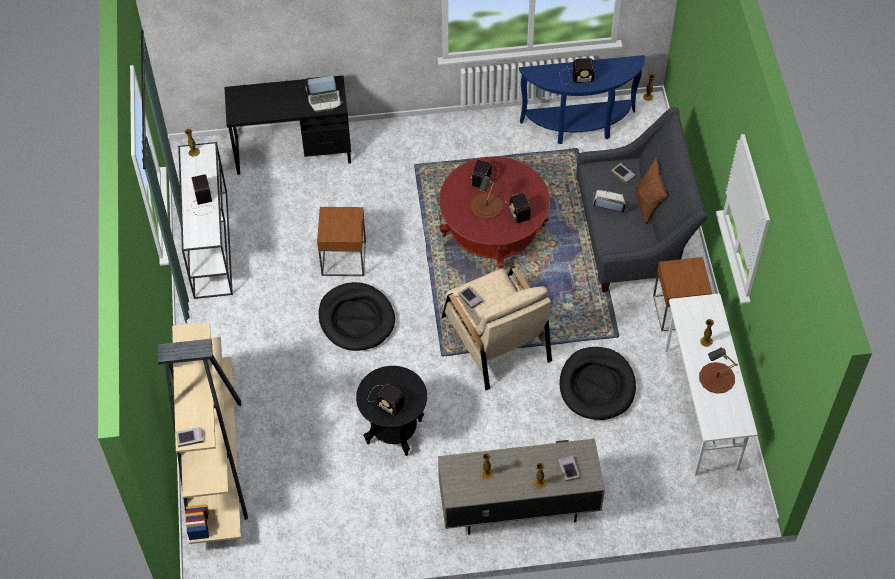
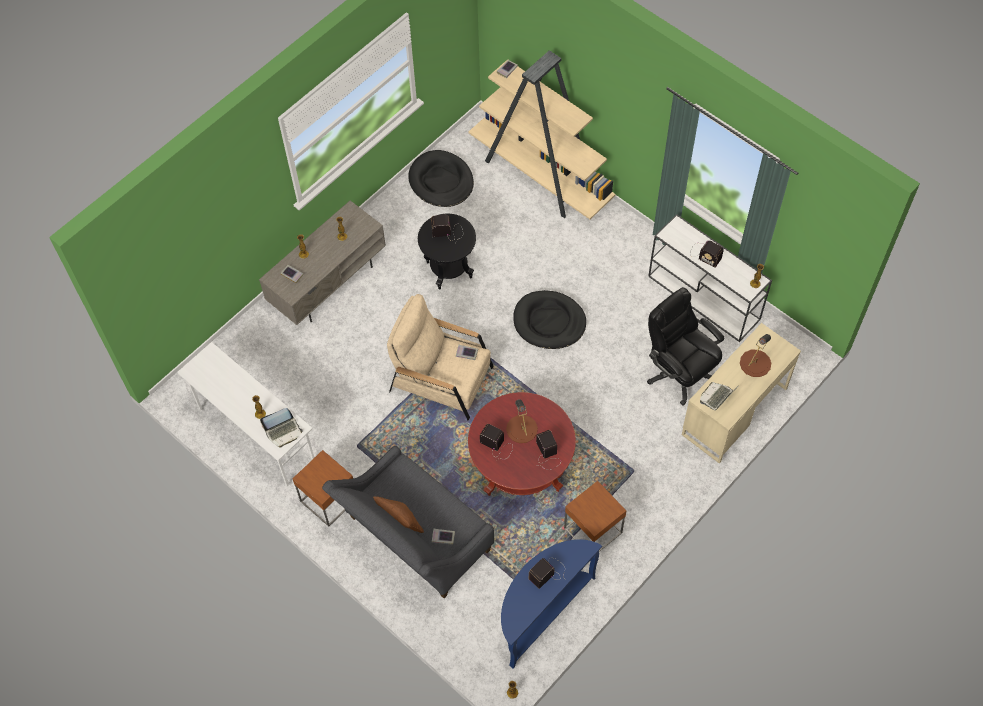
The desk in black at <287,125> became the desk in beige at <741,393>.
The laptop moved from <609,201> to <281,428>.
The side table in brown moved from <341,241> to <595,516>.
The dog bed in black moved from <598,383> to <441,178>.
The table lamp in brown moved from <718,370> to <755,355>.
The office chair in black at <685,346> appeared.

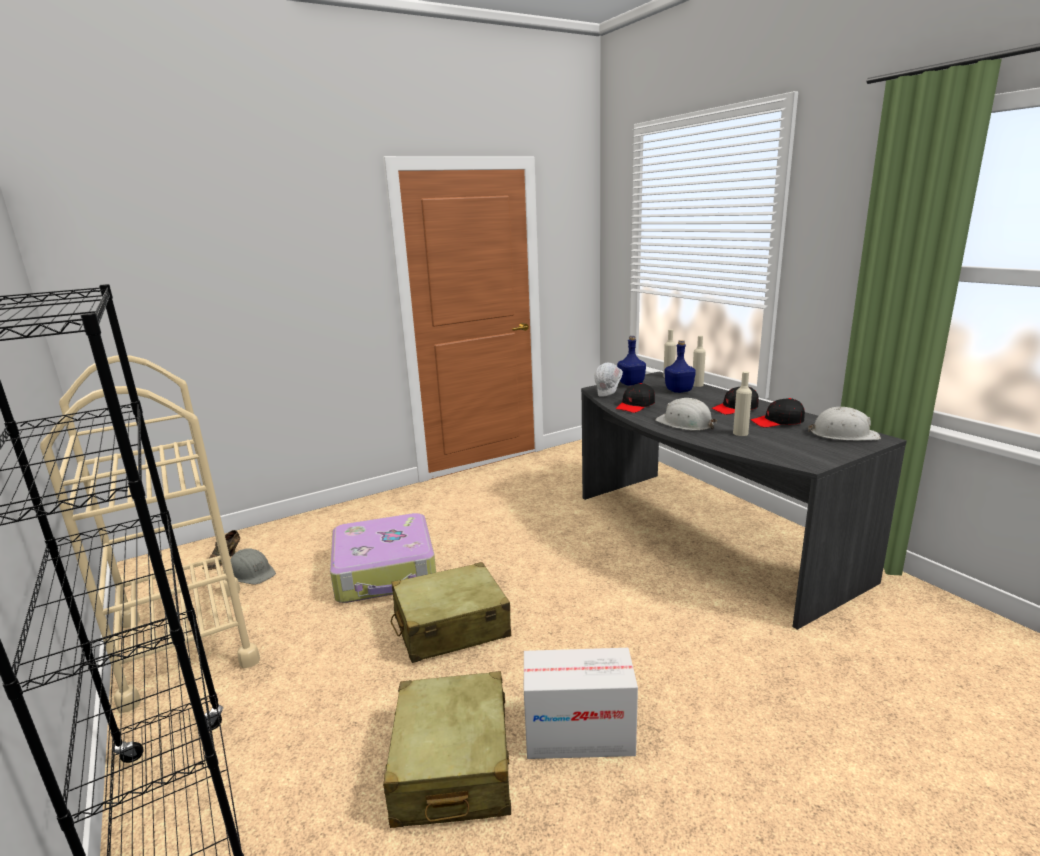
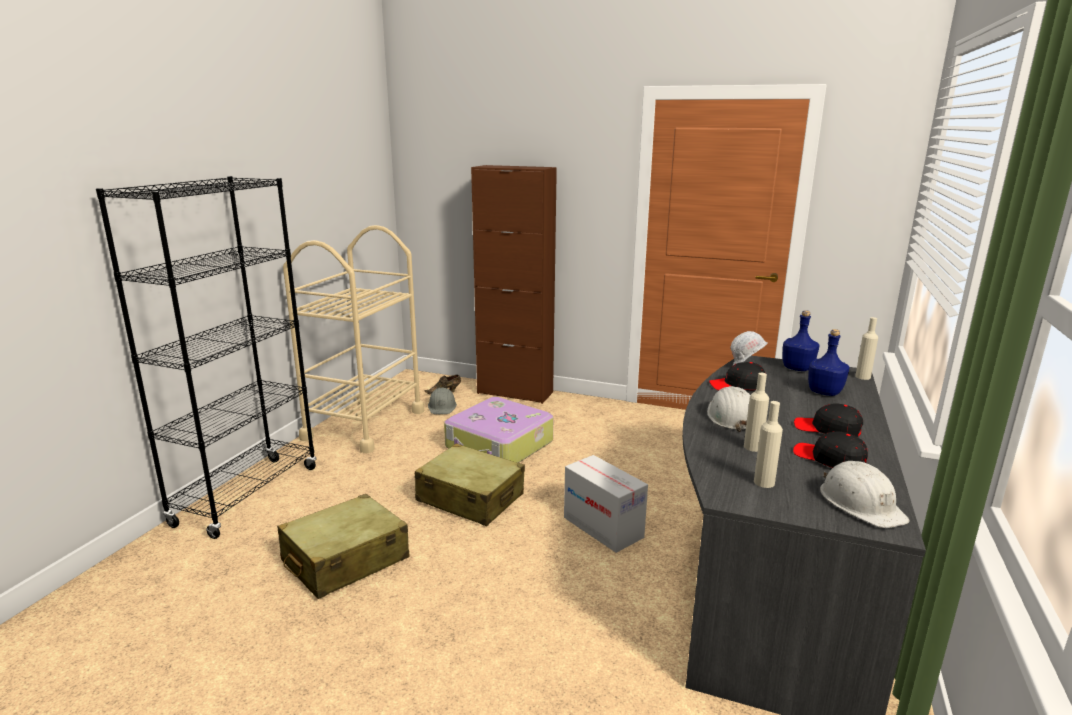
The bottle in beige moved from <699,361> to <768,444>.
The cardboard box moved from <581,703> to <606,504>.
The cabinet in brown at <514,284> appeared.

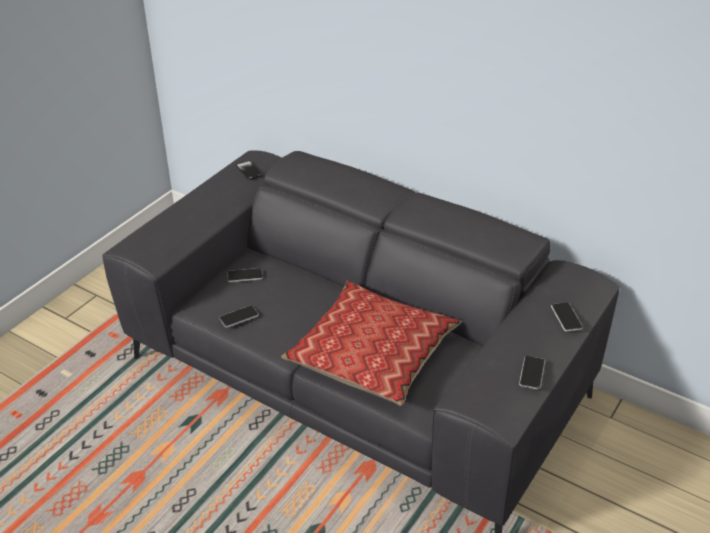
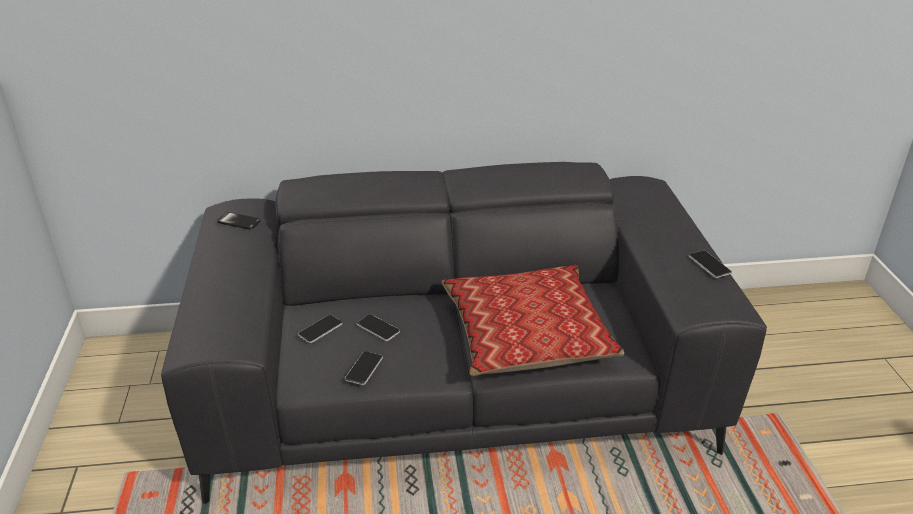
The phone moved from <567,317> to <378,327>.

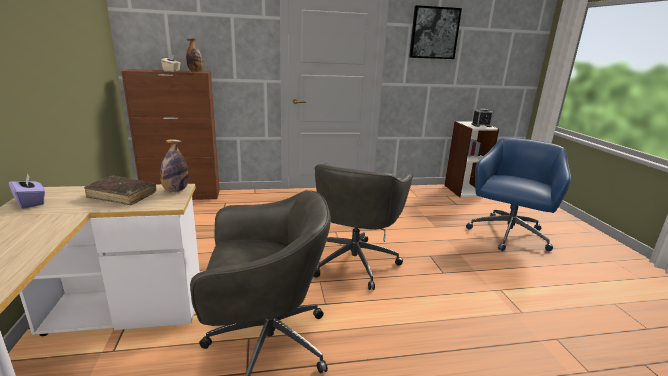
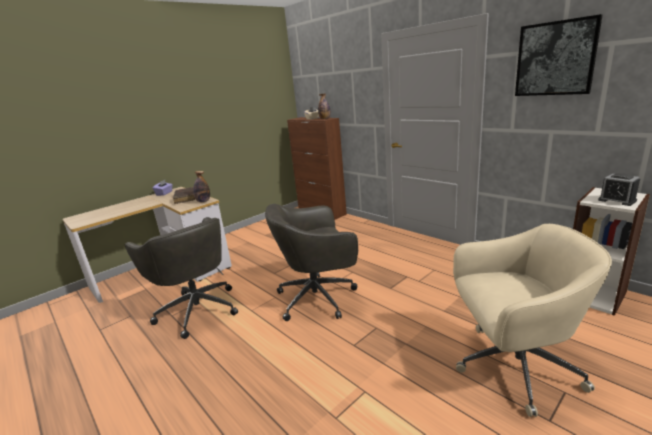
The office chair in blue at <518,194> became the office chair in beige at <532,320>.

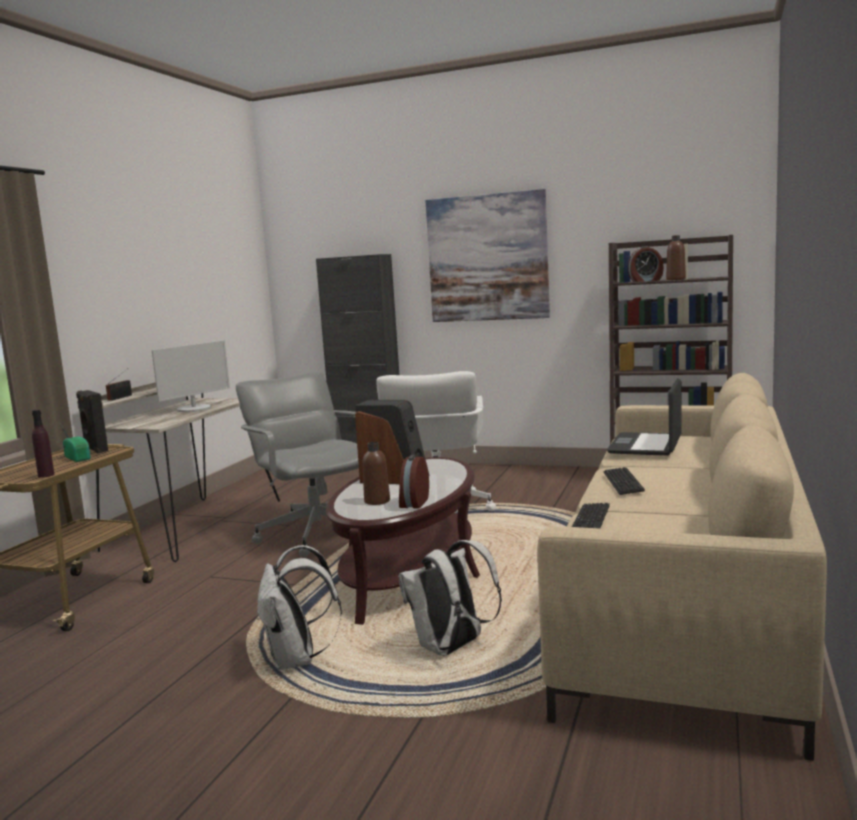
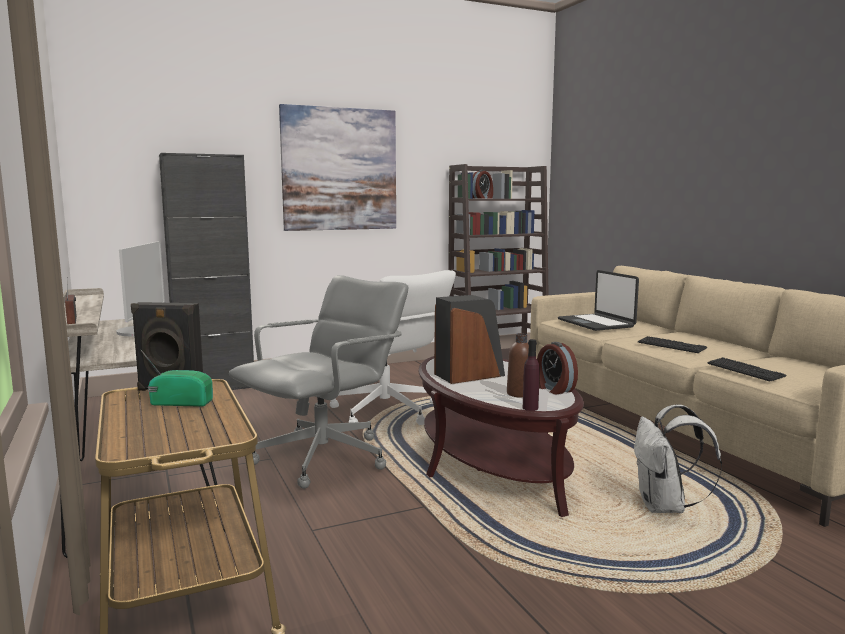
The bottle in brown at <676,257> disappeared.
The office chair in grey at <297,464> turned 120 degrees clockwise.
The bottle in purple moved from <43,444> to <531,375>.
The backpack in white at <299,607> disappeared.

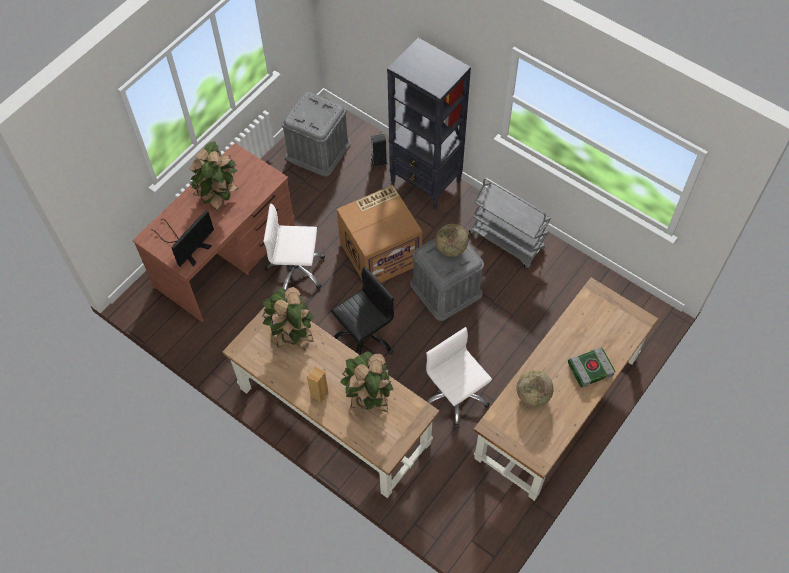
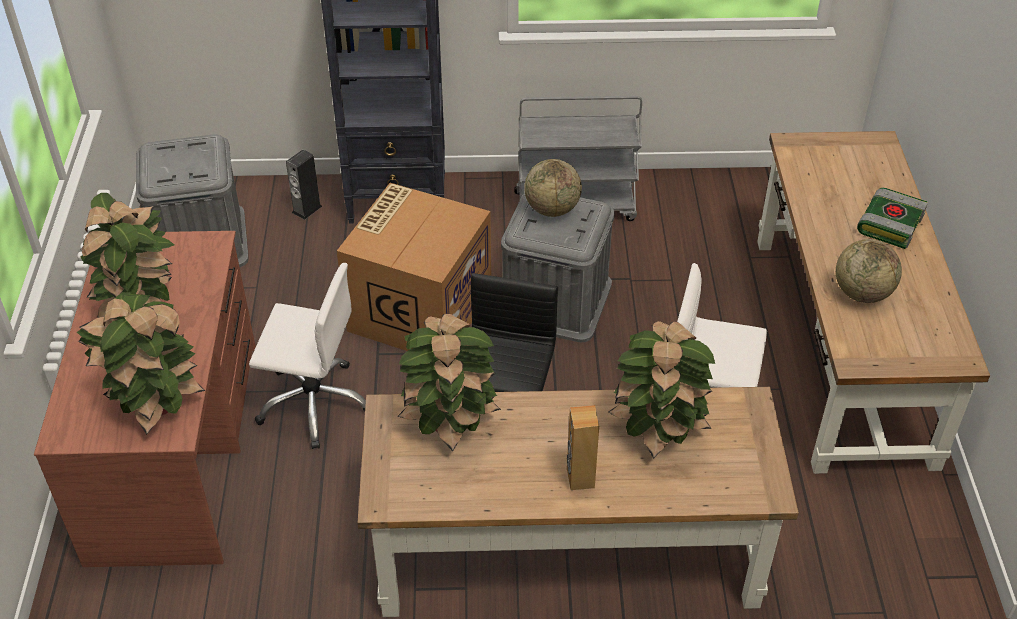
The office chair in white at <294,246> turned 135 degrees counterclockwise.
The monitor at <182,238> was replaced by the potted plant at <141,363>.

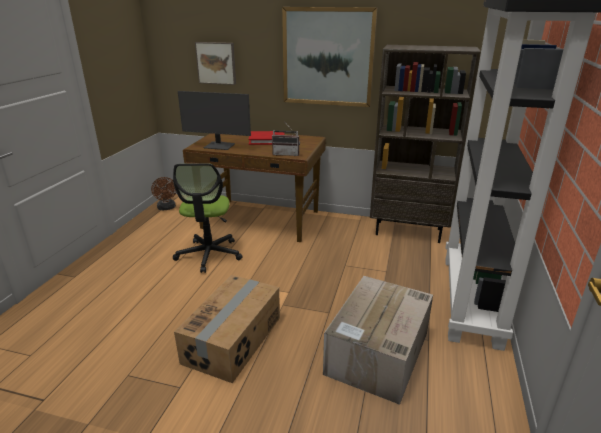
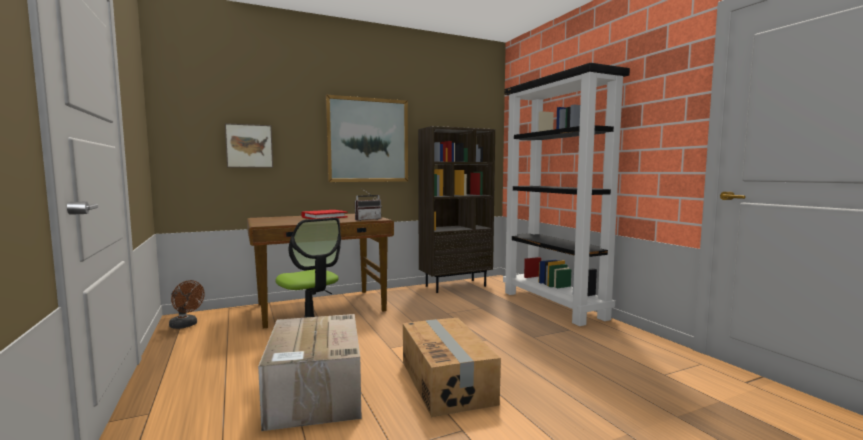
The monitor at <214,120> disappeared.
The cardboard box moved from <378,340> to <309,372>.

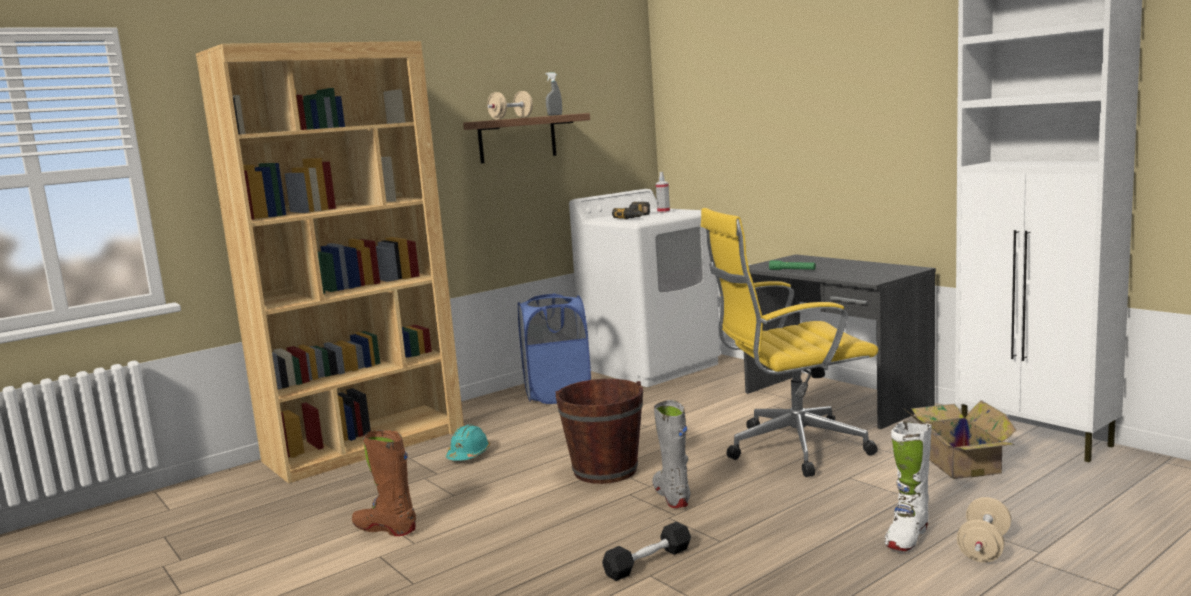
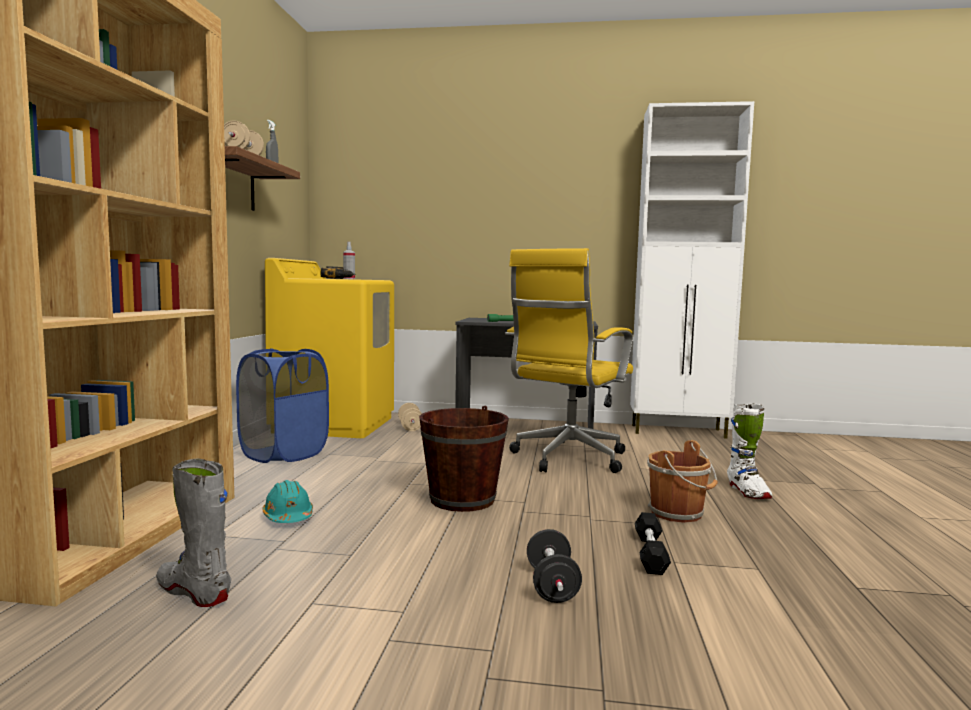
The washing machine in white at <645,288> became the washing machine in yellow at <329,348>.
The boot in grey moved from <671,454> to <193,533>.
The cardboard box at <959,439> disappeared.
The boot in brown at <384,483> disappeared.
The dumbbell in beige moved from <984,530> to <410,417>.
The bucket in brown at <682,481> appeared.
The dumbbell in black at <554,566> appeared.

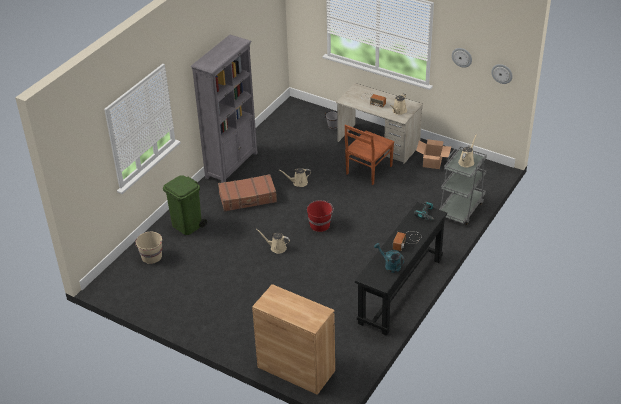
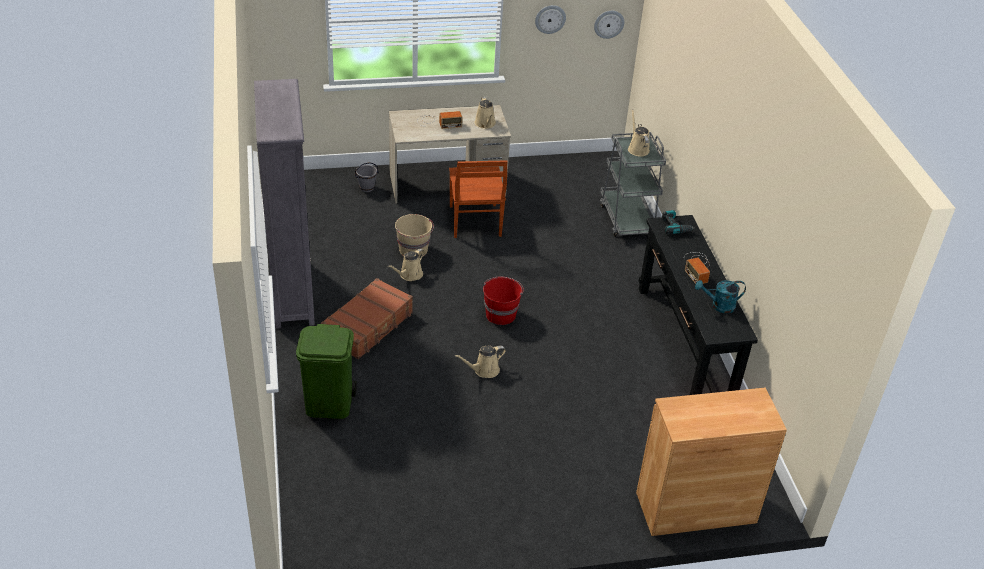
The cardboard box at <433,154> disappeared.
The bucket in beige moved from <148,248> to <414,235>.

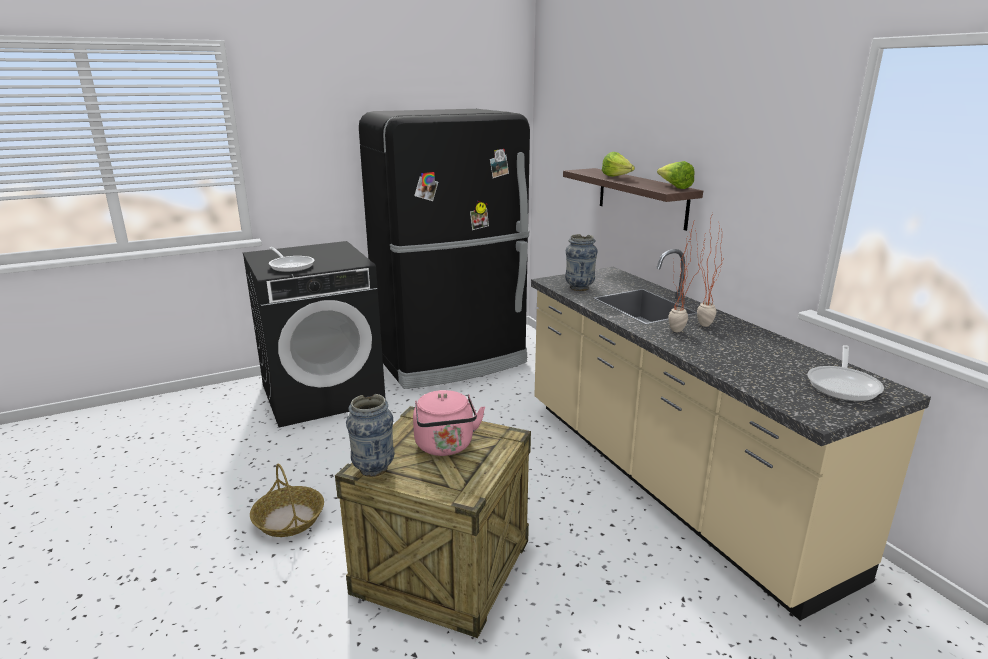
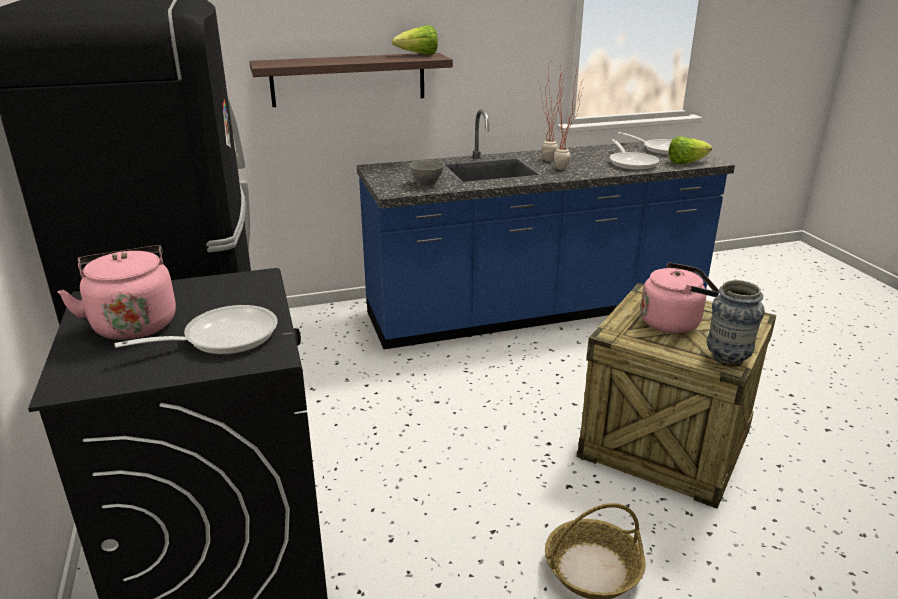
The lettuce moved from <618,164> to <690,150>.
The vase at <581,262> was replaced by the bowl in grey at <427,172>.
The counter in beige at <731,435> became the counter in blue at <546,229>.
The frying pan at <634,154> appeared.
The kettle in pink at <116,292> appeared.

